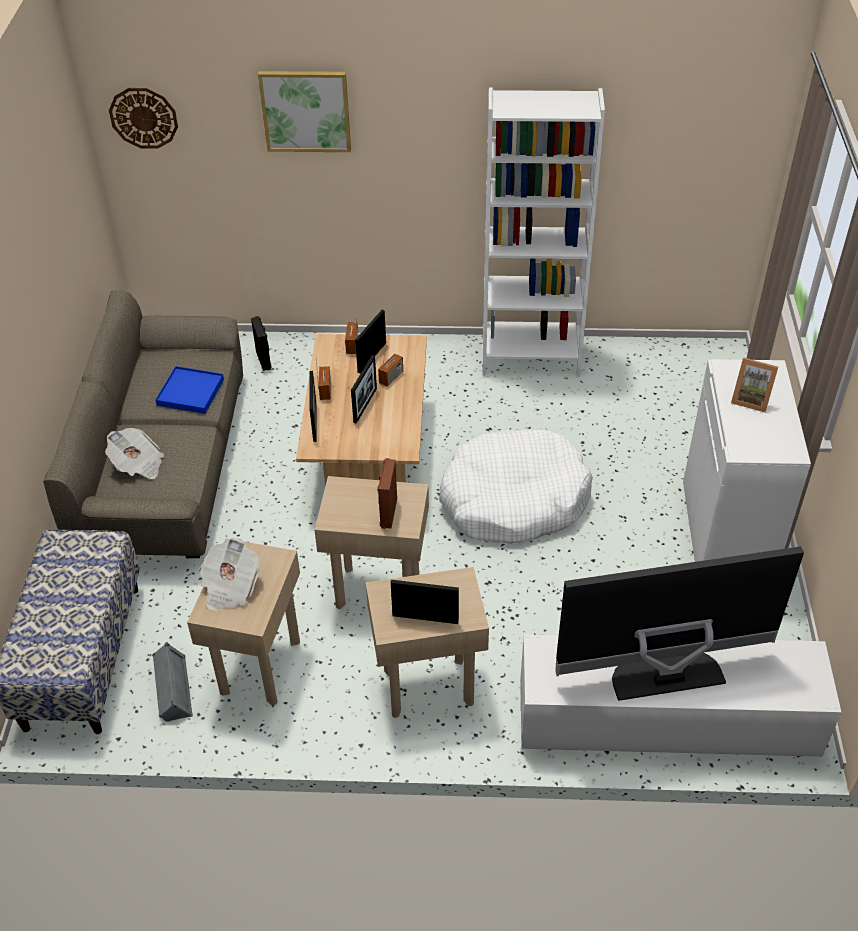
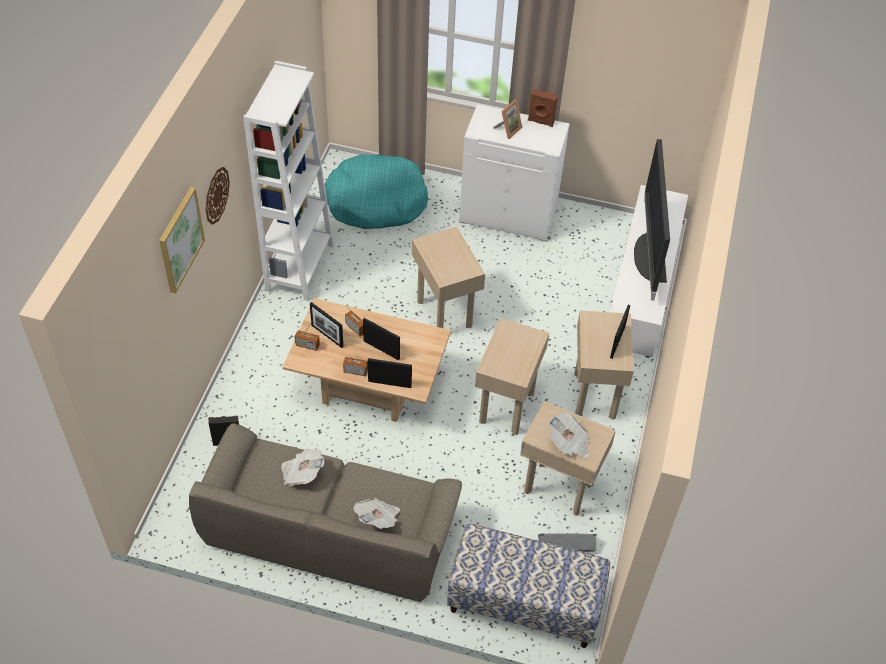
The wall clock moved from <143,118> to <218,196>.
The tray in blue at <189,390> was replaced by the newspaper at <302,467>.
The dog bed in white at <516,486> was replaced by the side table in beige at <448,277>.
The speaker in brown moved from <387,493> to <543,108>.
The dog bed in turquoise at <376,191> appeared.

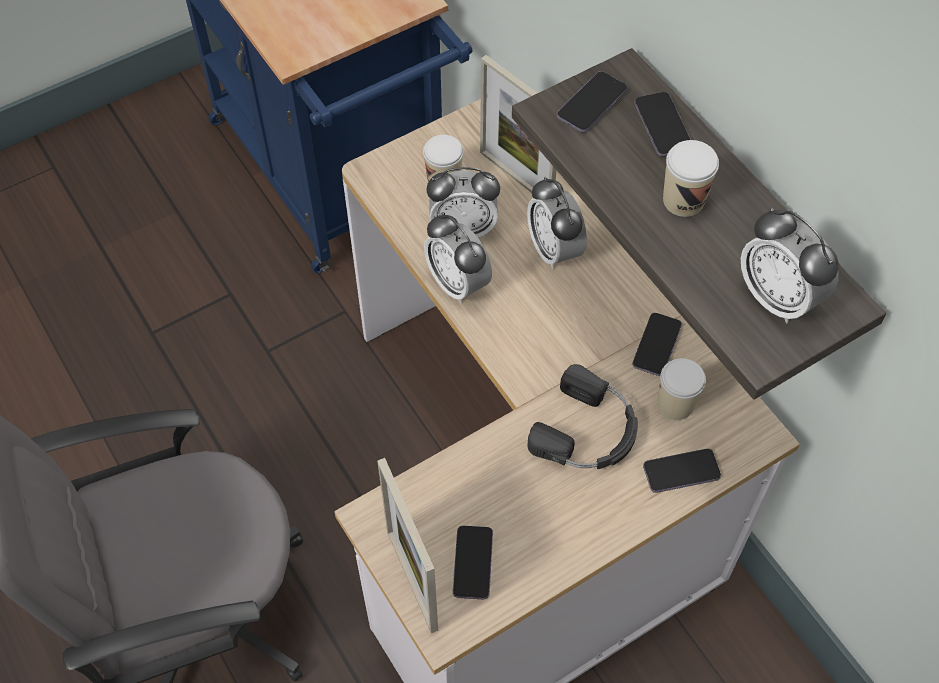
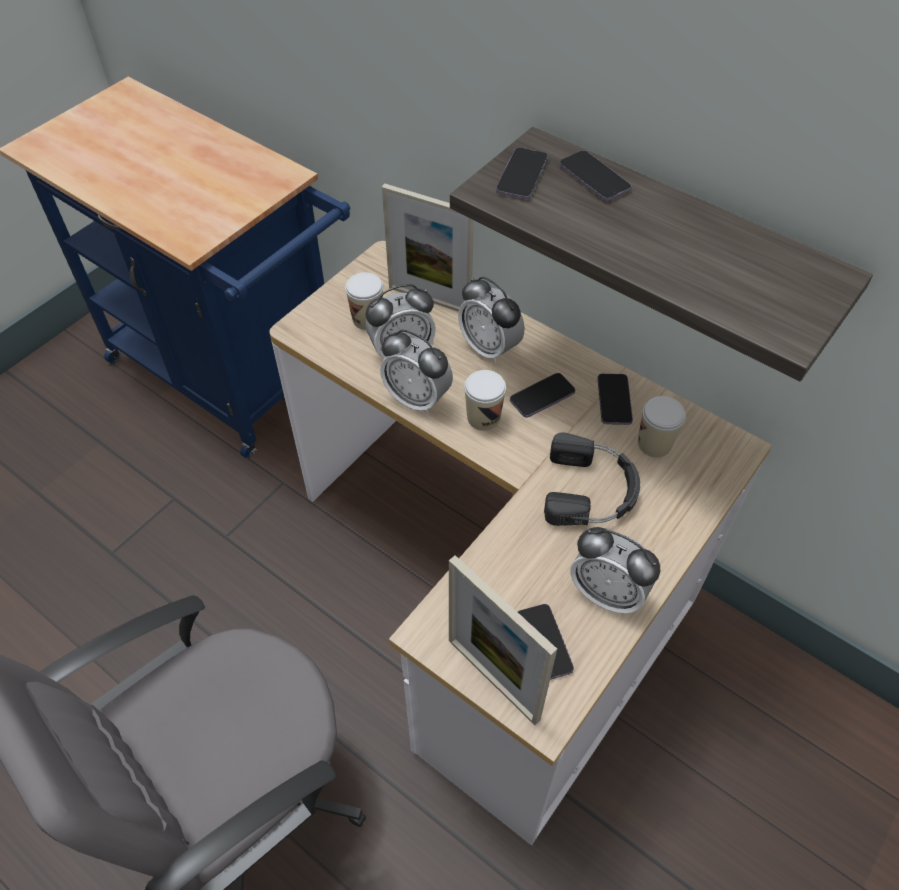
The cup moved from <691,178> to <485,400>.
The alarm clock moved from <790,265> to <615,571>.
The phone moved from <682,471> to <542,395>.

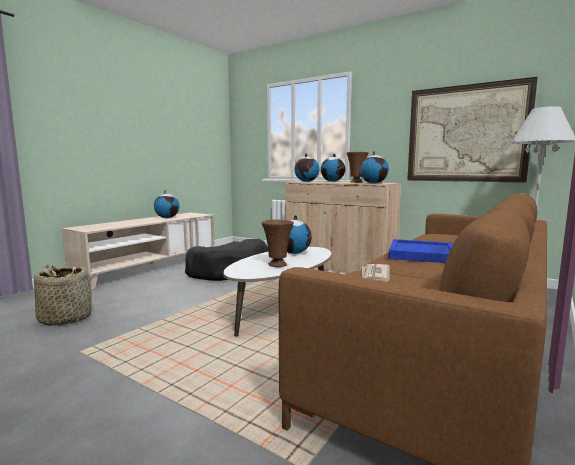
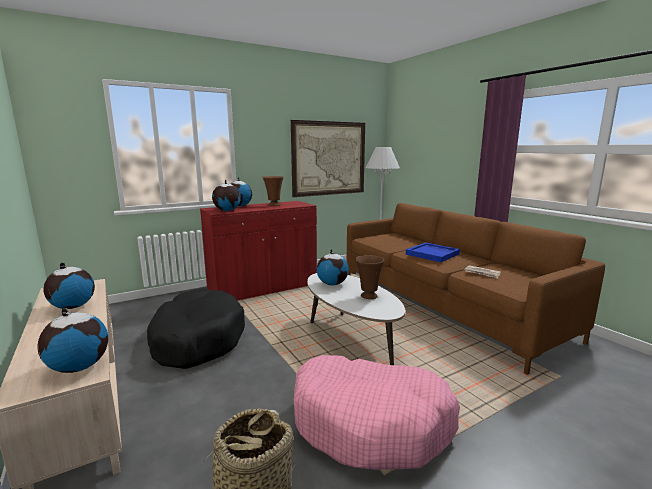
The globe moved from <374,167> to <73,340>.
The cabinet in beige at <343,227> became the cabinet in red at <258,251>.
The dog bed in pink at <376,412> appeared.

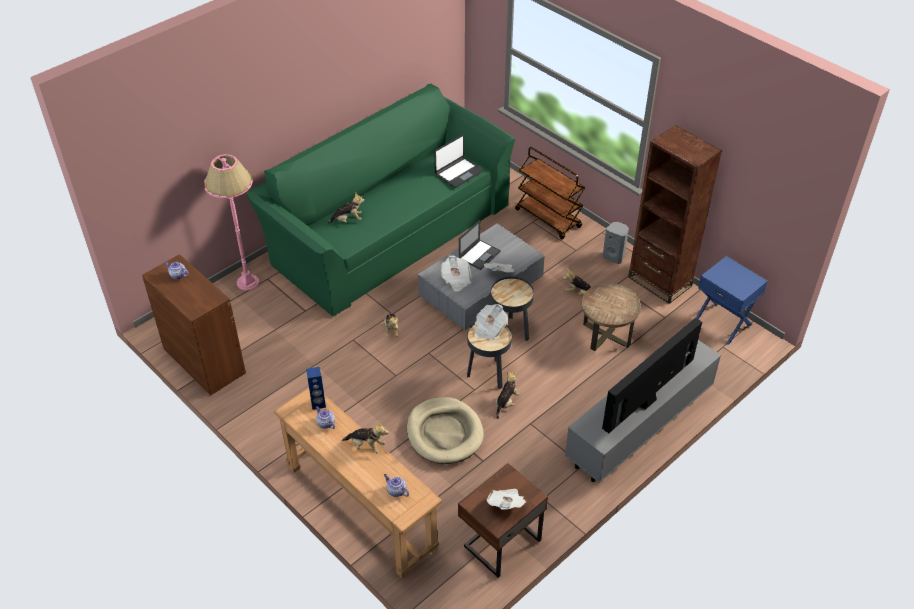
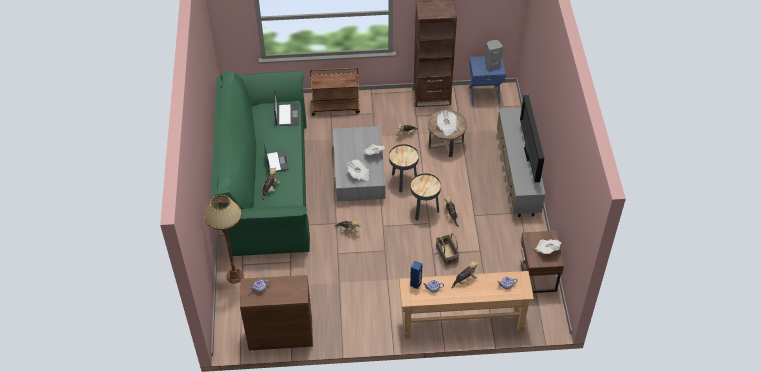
The floor lamp in pink at <231,222> became the floor lamp in brown at <224,239>.
The laptop moved from <480,245> to <276,157>.
The speaker in grey moved from <616,243> to <494,55>.
The newspaper moved from <491,322> to <447,123>.
The dog bed in beige at <445,430> was replaced by the basket at <448,249>.

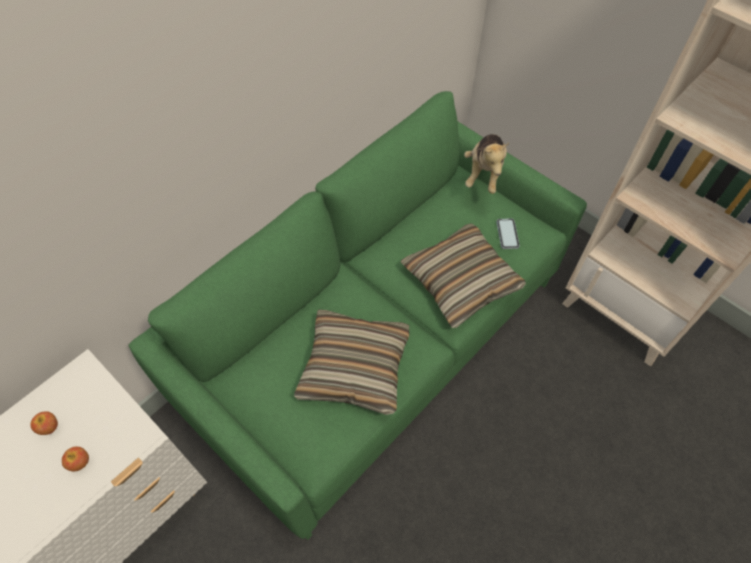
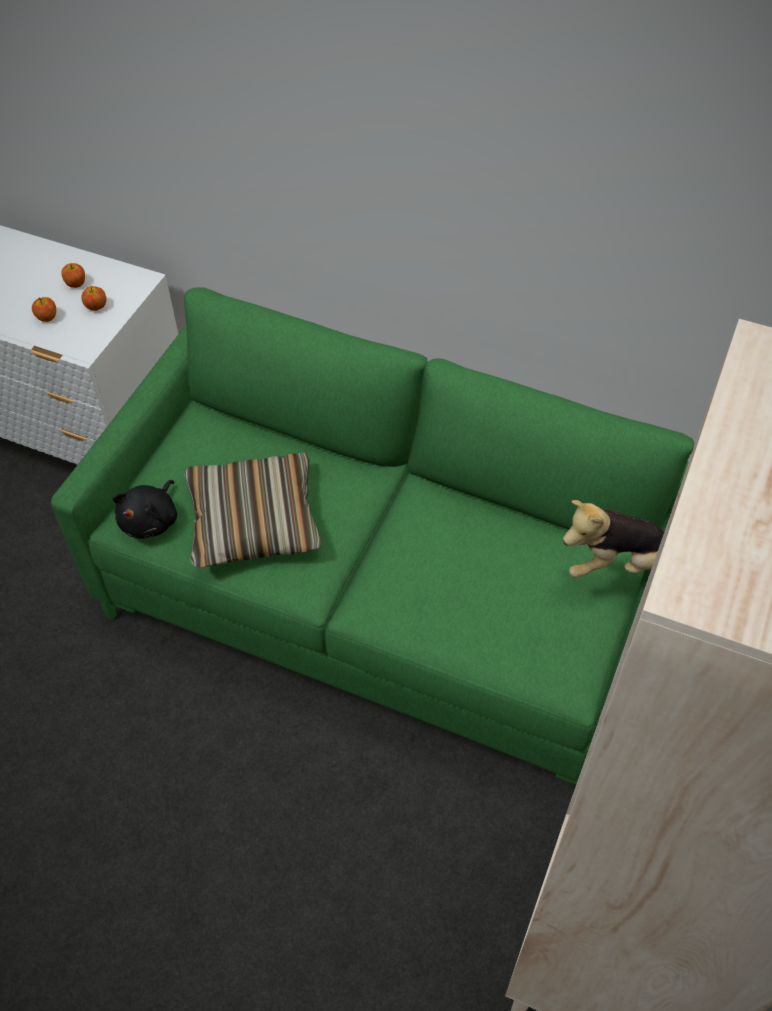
The phone at <508,233> disappeared.
The pillow at <463,275> disappeared.
The apple at <93,298> appeared.
The plush toy in black at <145,509> appeared.

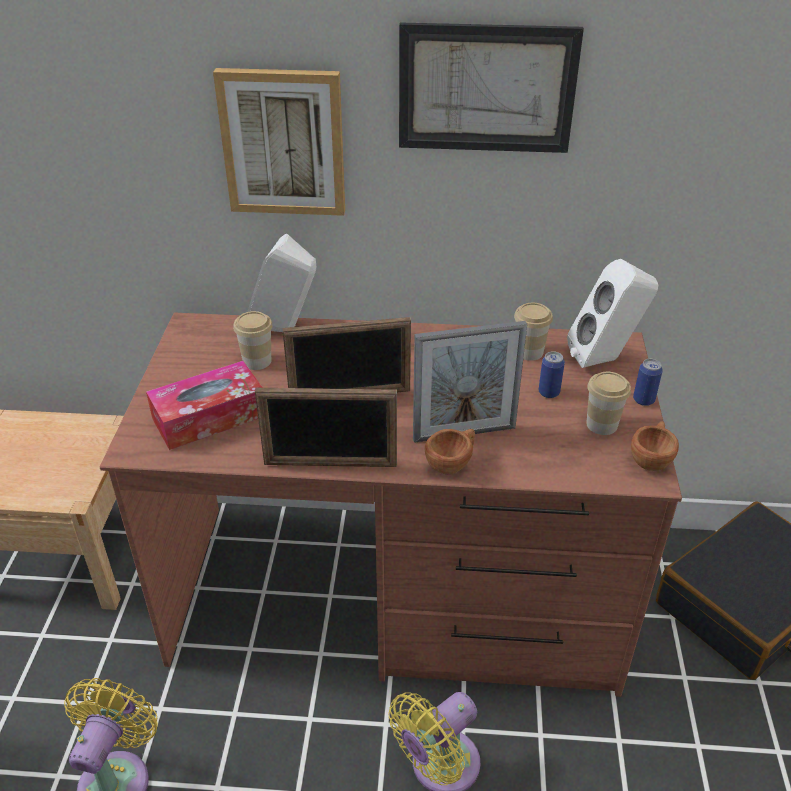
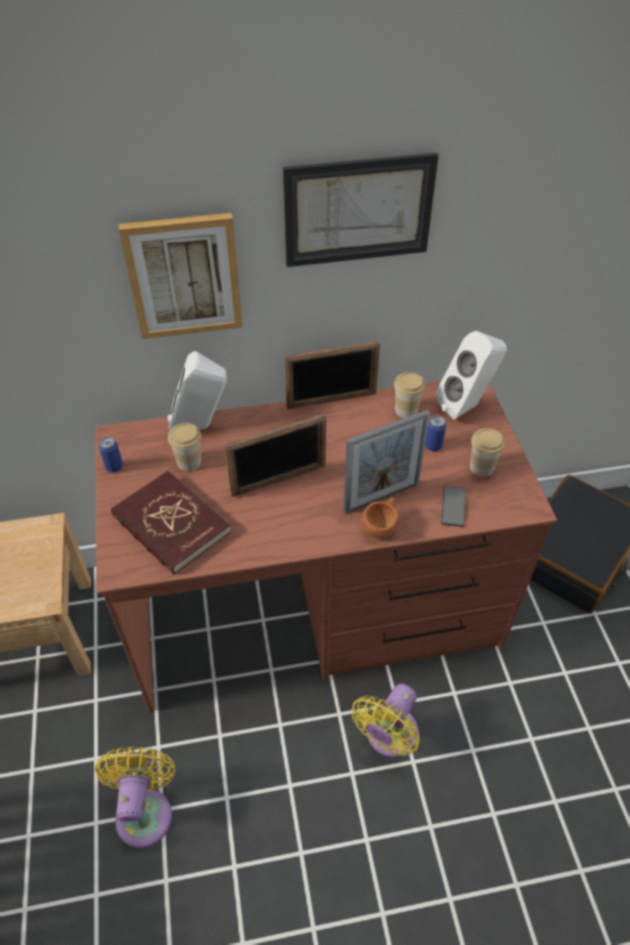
The can moved from <648,382> to <111,455>.
The tissue box at <204,405> was replaced by the book in red at <171,523>.
The picture frame moved from <326,427> to <332,375>.
The cup in brown at <655,446> disappeared.
The phone at <453,506> appeared.

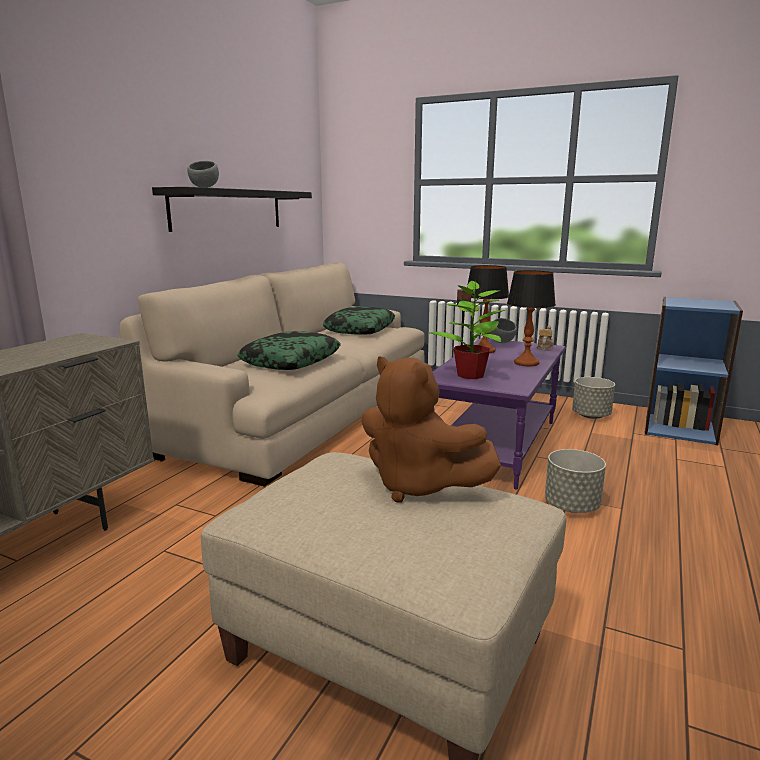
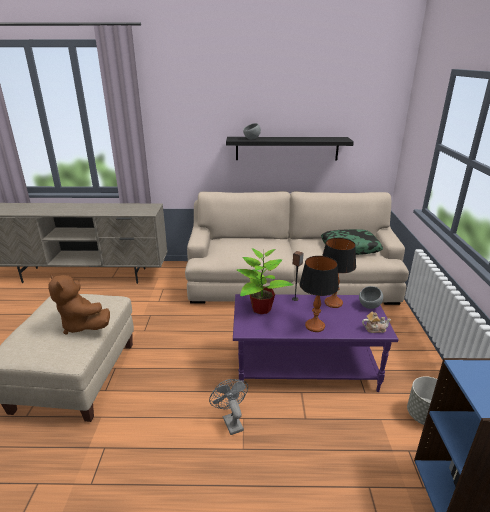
The pillow at <289,350> disappeared.
The plush toy in brown at <431,429> turned 60 degrees counterclockwise.
The planter in grey at <575,481> was replaced by the fan in grey at <228,407>.

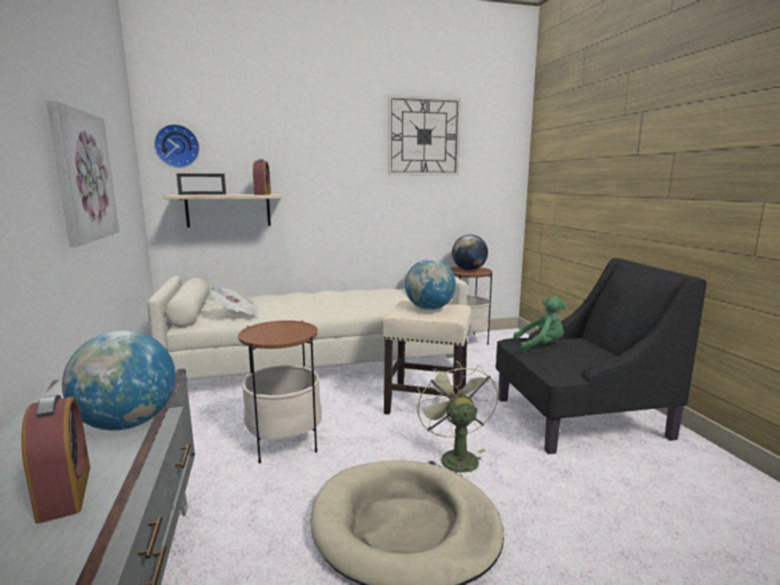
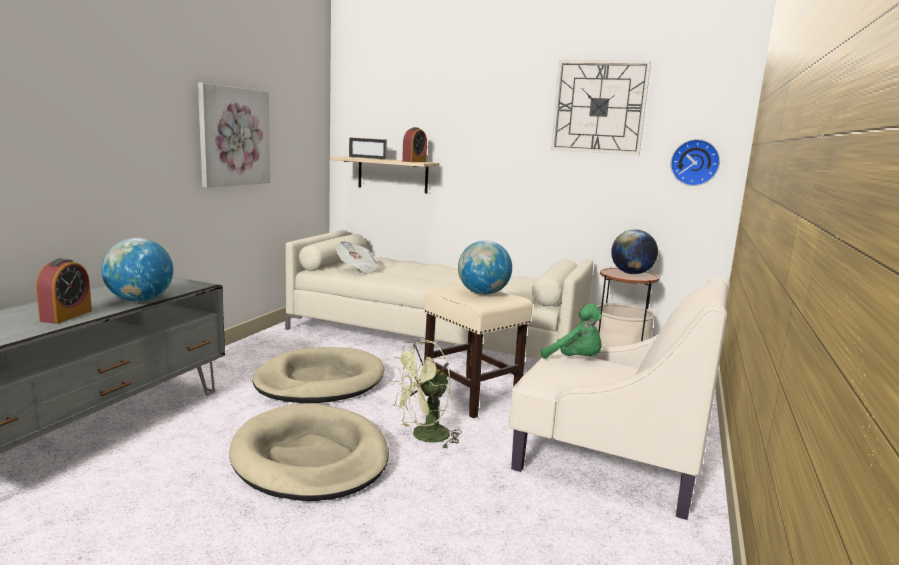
The wall clock moved from <177,146> to <695,162>.
The armchair in black at <601,356> became the armchair in beige at <619,398>.
The side table at <280,392> was replaced by the dog bed in beige at <318,375>.
The fan in green at <457,419> turned 150 degrees counterclockwise.

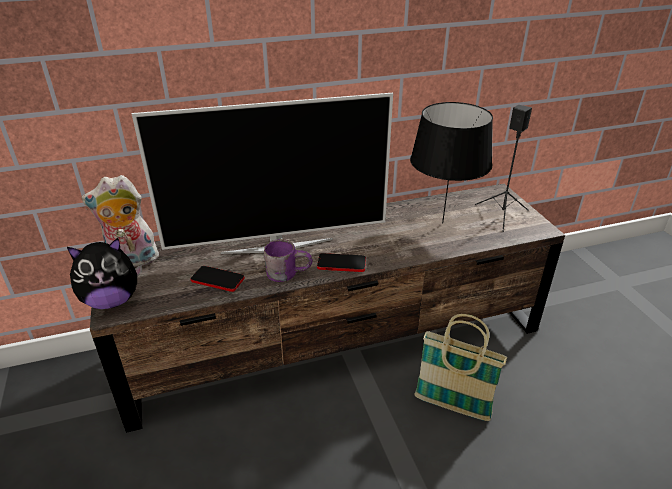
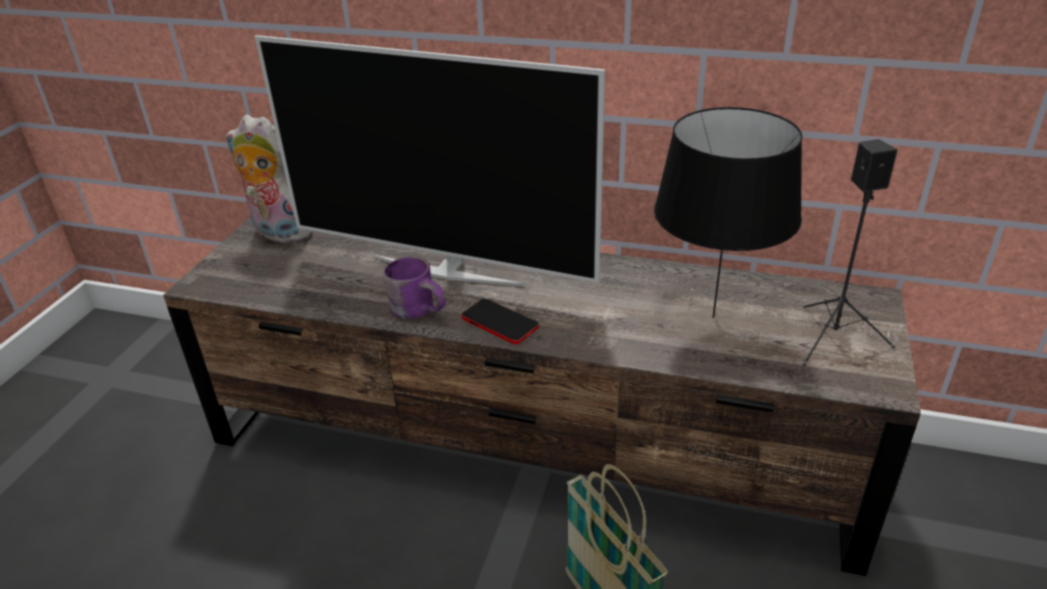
The plush toy at <104,273> disappeared.
The phone at <217,279> disappeared.

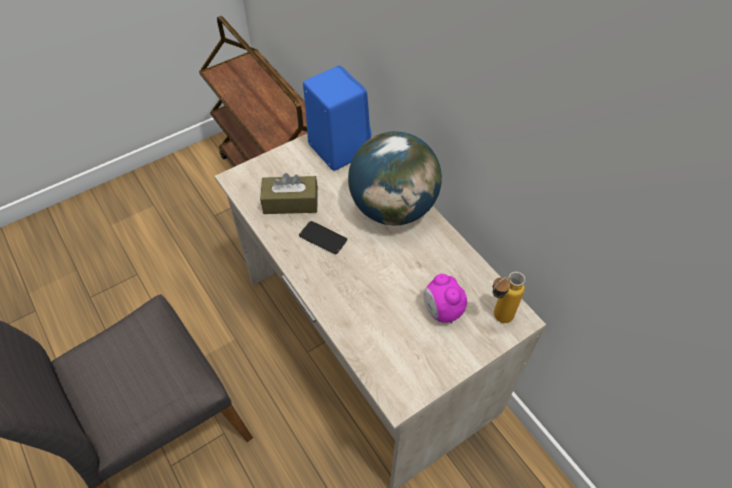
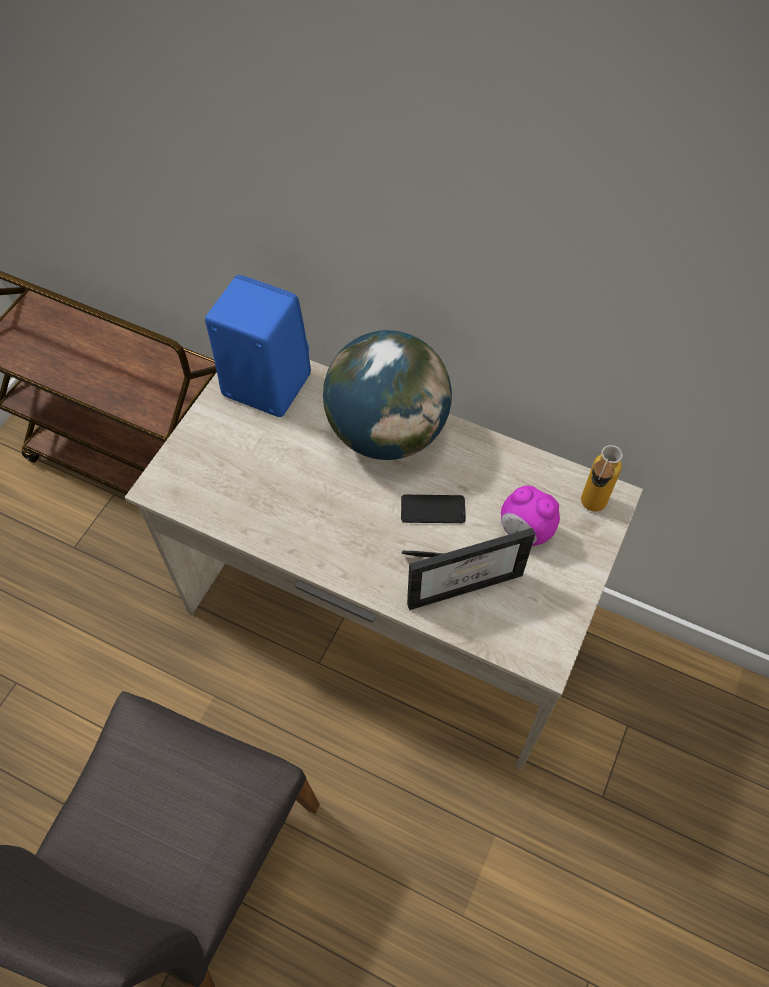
The tissue box in brown at <289,193> disappeared.
The phone moved from <323,237> to <433,509>.
The picture frame at <468,569> appeared.

